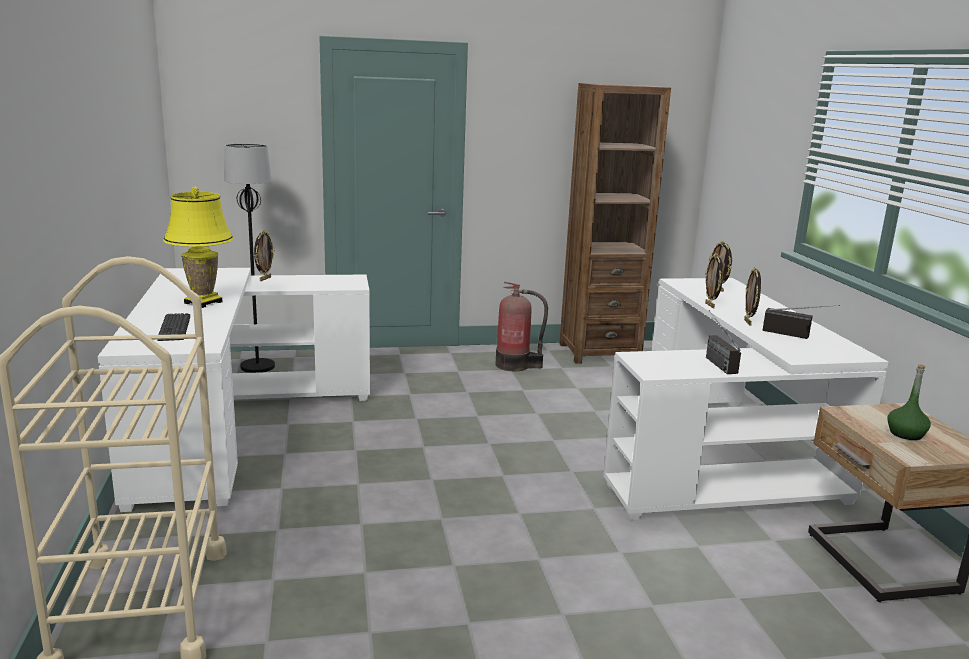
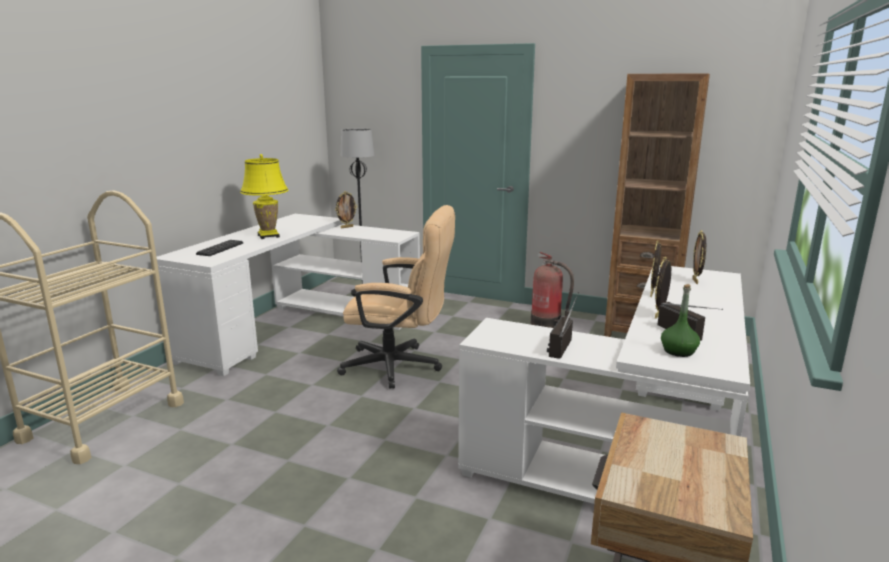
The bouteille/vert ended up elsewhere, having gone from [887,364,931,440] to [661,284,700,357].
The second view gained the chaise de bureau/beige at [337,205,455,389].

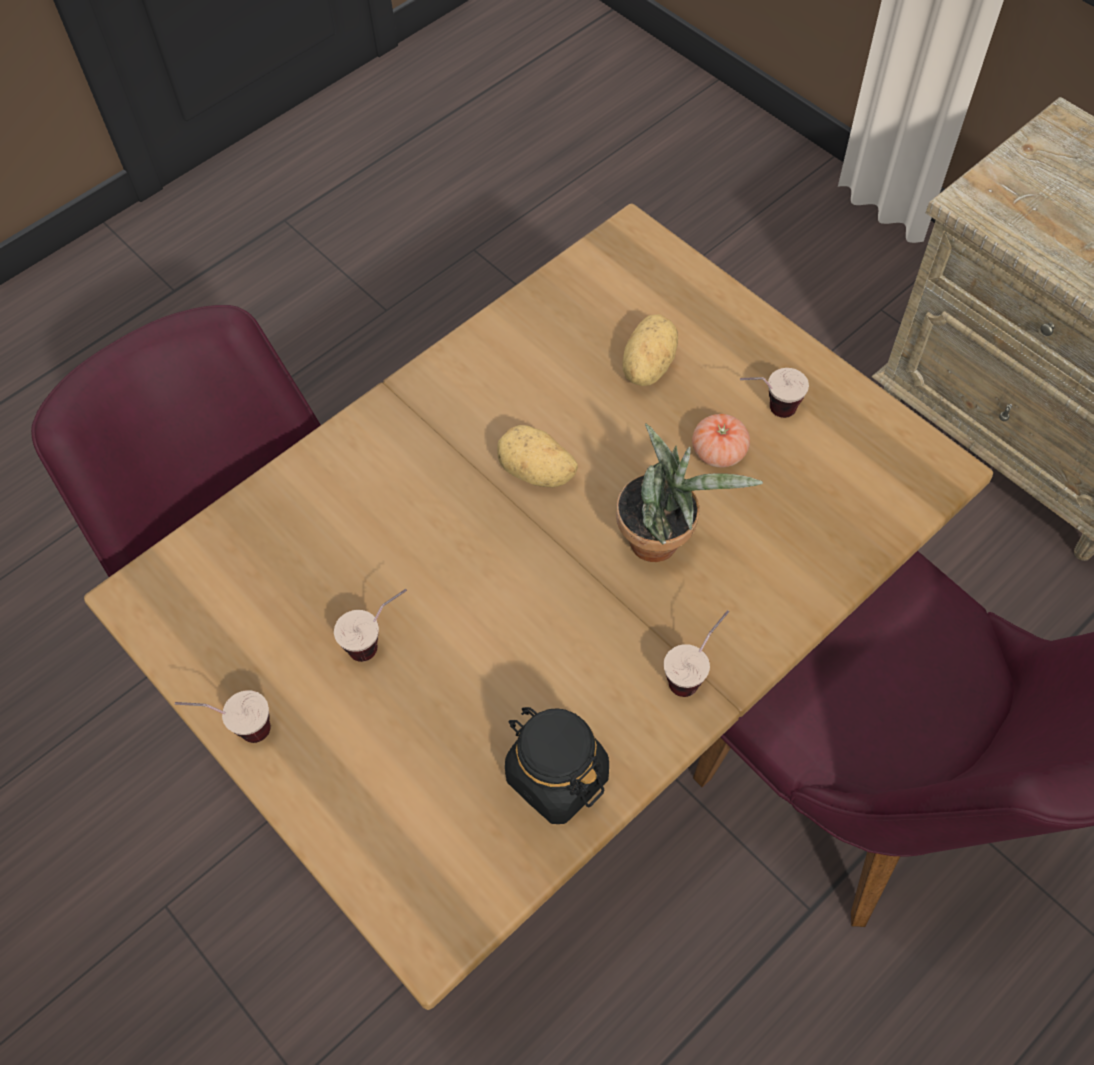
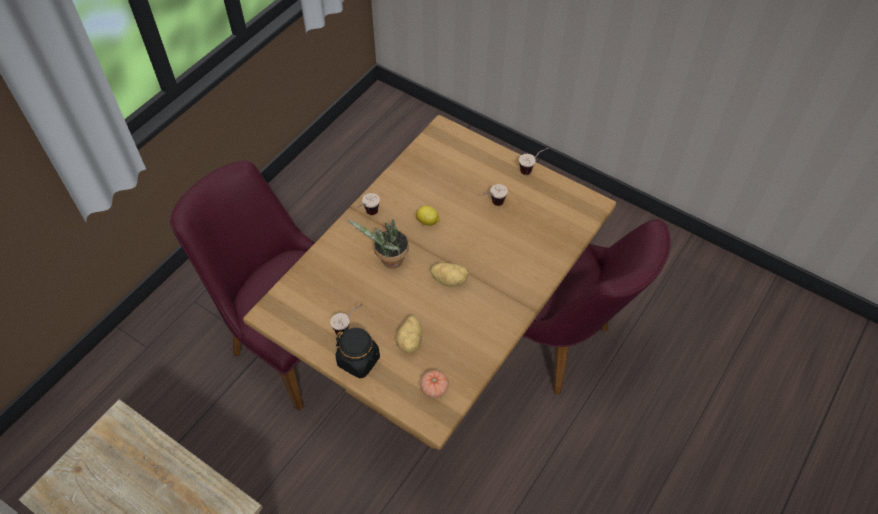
The bocal/noir ended up elsewhere, having gone from [505,707,609,824] to [336,328,380,378].
The tomate ended up elsewhere, having gone from [692,414,750,468] to [420,370,449,398].
The second view gained the citron at [416,206,440,226].

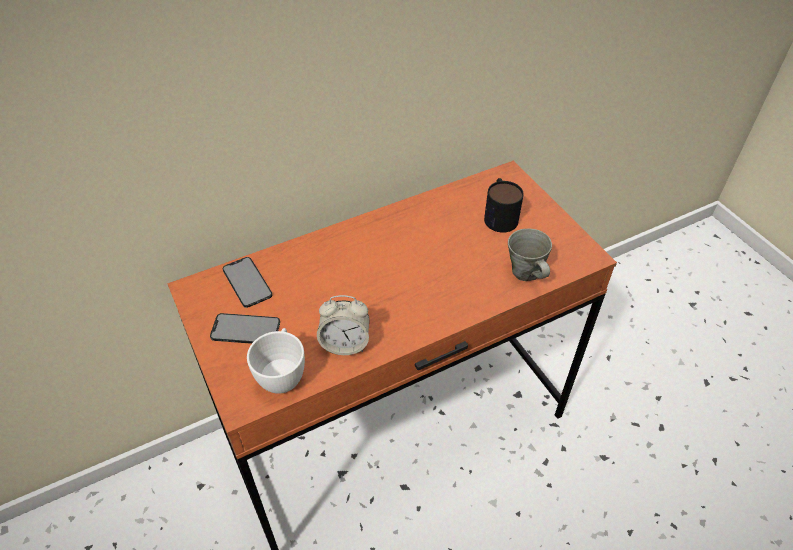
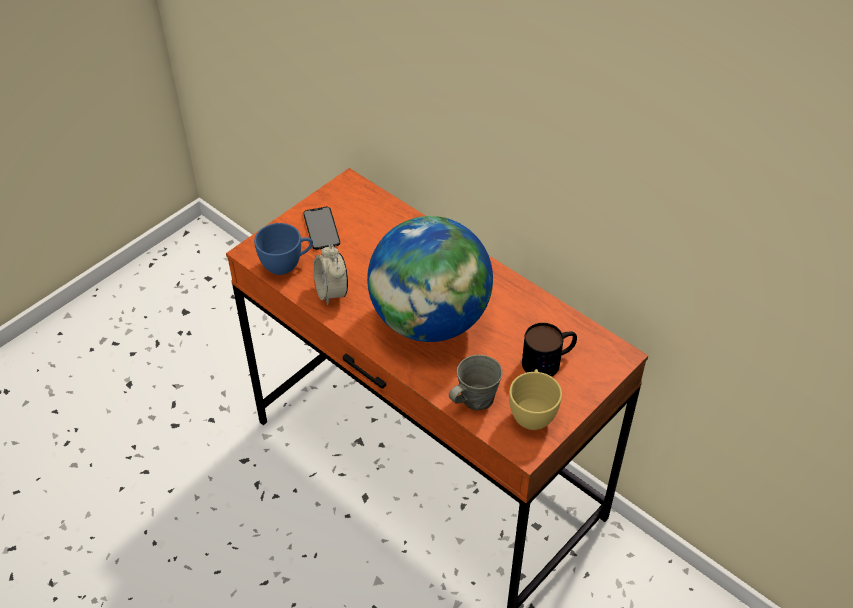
The second view lost the téléphone at [223,257,272,308].
What was the tasse/blanc at [247,328,305,394] turned into the tasse/bleu at [254,223,313,275].
The second view gained the globe at [367,216,493,342].
The second view gained the tasse/jaune at [509,369,562,430].

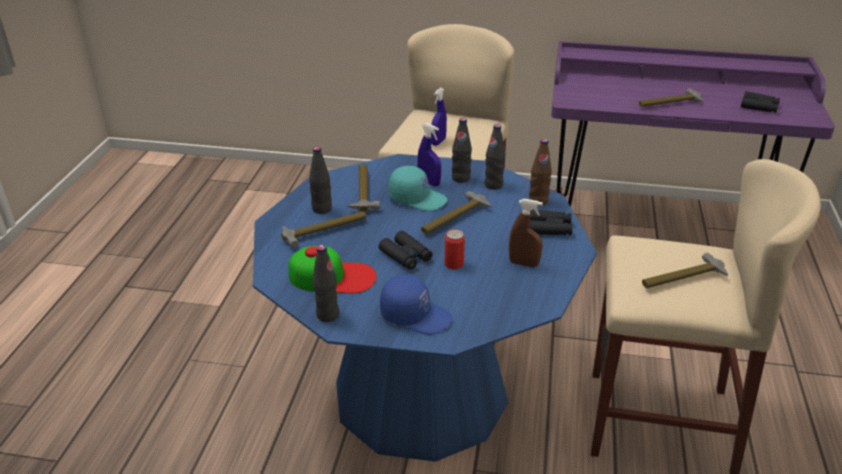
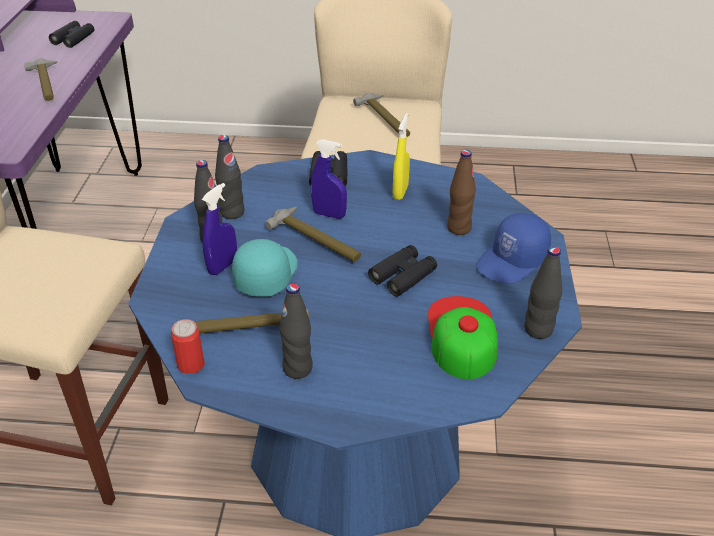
The second view lost the marteau at [281,211,366,247].
The casquette/bleu at [380,275,452,335] ended up facing another way, 150 degrees counterclockwise from before.
The vaporisateur/bleu ended up elsewhere, having gone from [431,88,447,146] to [311,139,347,219].
The boîte métallique ended up elsewhere, having gone from [445,229,465,270] to [171,319,205,374].
What was the vaporisateur/marron at [509,199,543,267] turned into the vaporisateur/jaune at [393,113,410,200].
The bouteille/marron ended up elsewhere, having gone from [529,139,552,206] to [447,150,476,235].

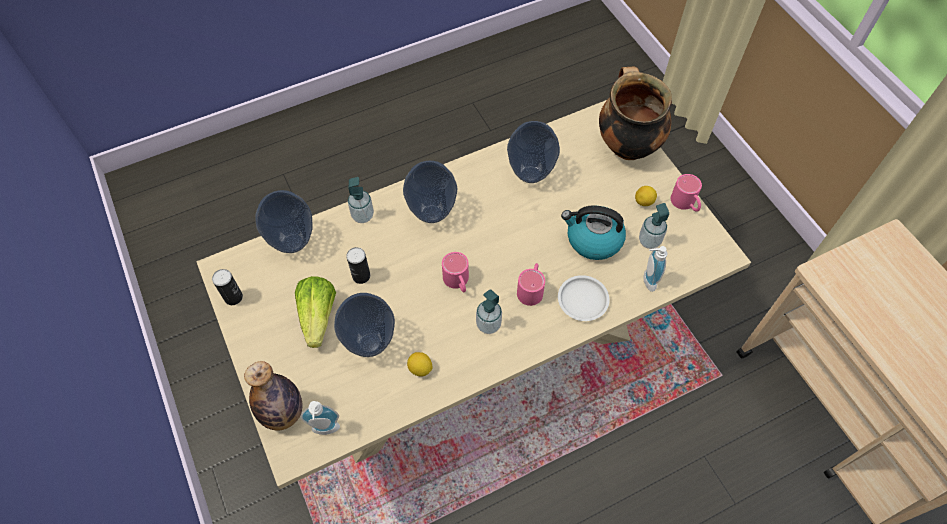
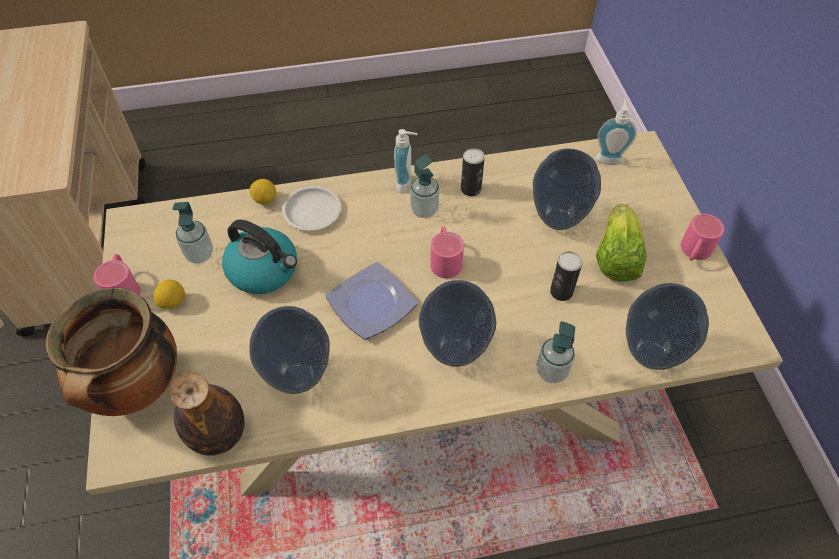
The boîte métallique ended up elsewhere, having gone from [212,269,243,305] to [461,148,485,196].
The bouteille ended up elsewhere, having gone from [244,361,302,431] to [169,372,245,456].
The citron ended up elsewhere, having gone from [407,352,432,377] to [250,179,276,204].
The mug/rose ended up elsewhere, having gone from [517,263,545,306] to [681,214,724,261].
The distributeur de savon ended up elsewhere, having gone from [644,246,667,292] to [394,129,418,193].
The second view gained the assiette at [325,262,418,340].

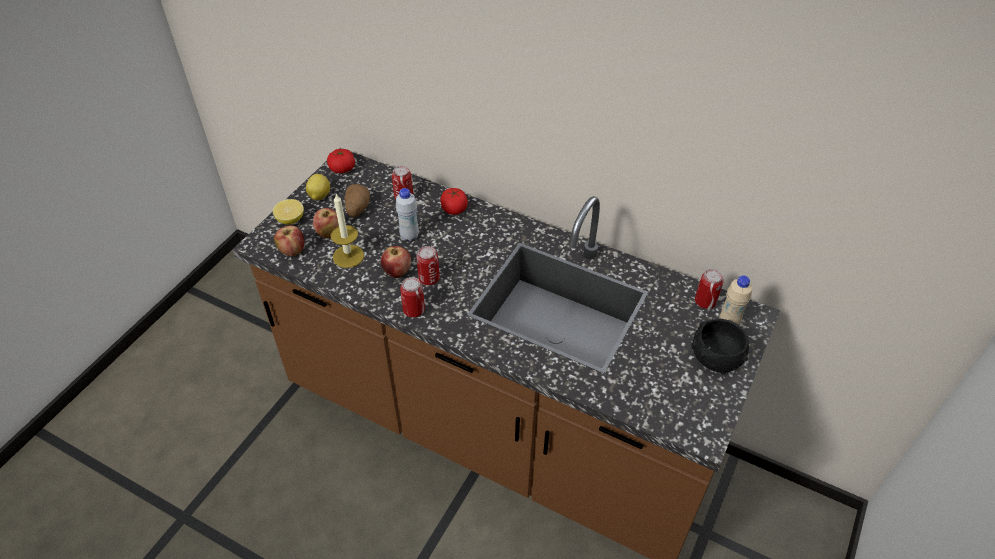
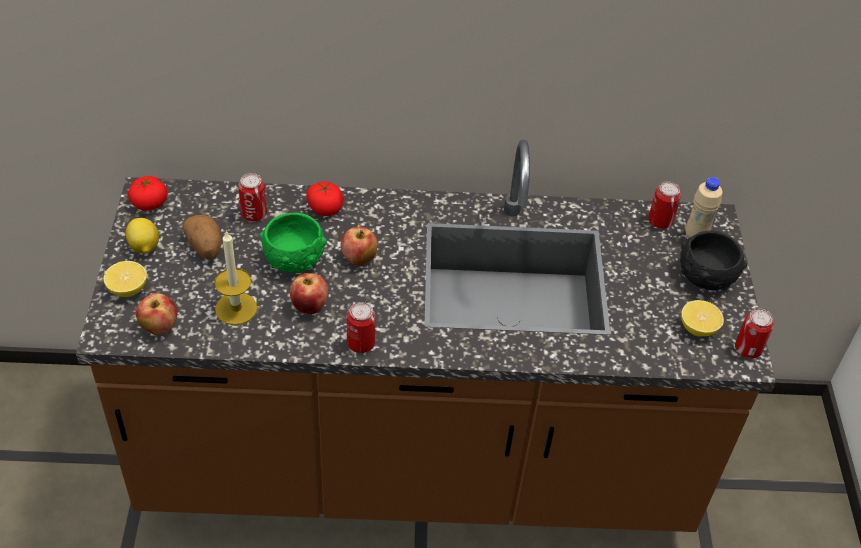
The pomme ended up elsewhere, having gone from [313,208,339,238] to [341,227,378,266].
Where the bouteille/blanc stood at [396,188,419,241], the bol/vert came to stand at [259,212,327,273].
The boîte métallique ended up elsewhere, having gone from [416,246,440,285] to [735,308,774,358].
The second view gained the citron at [681,300,724,336].

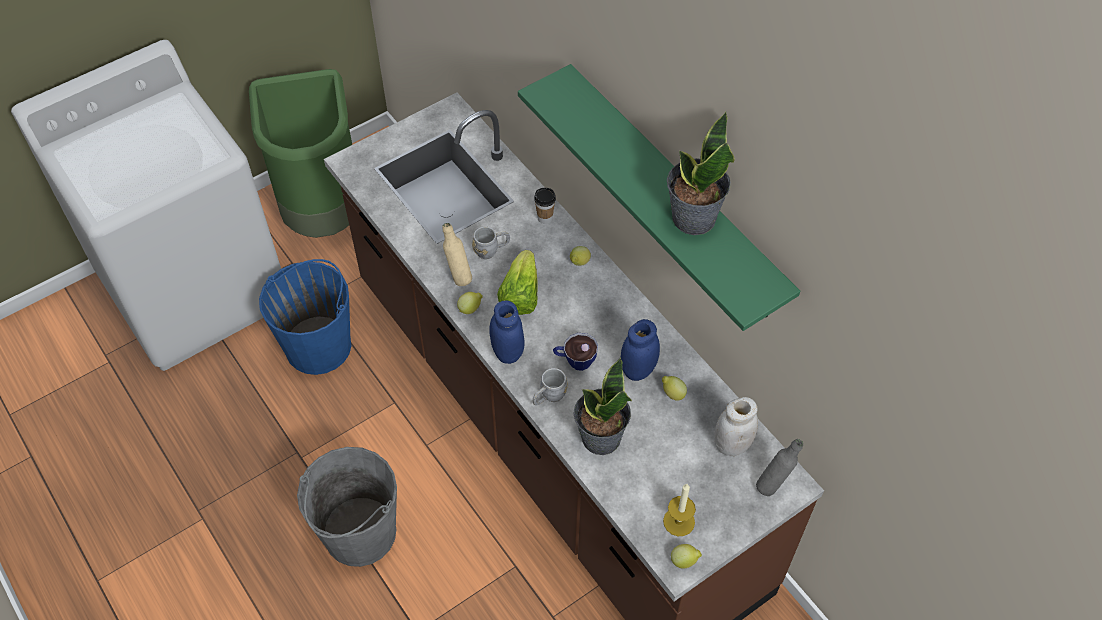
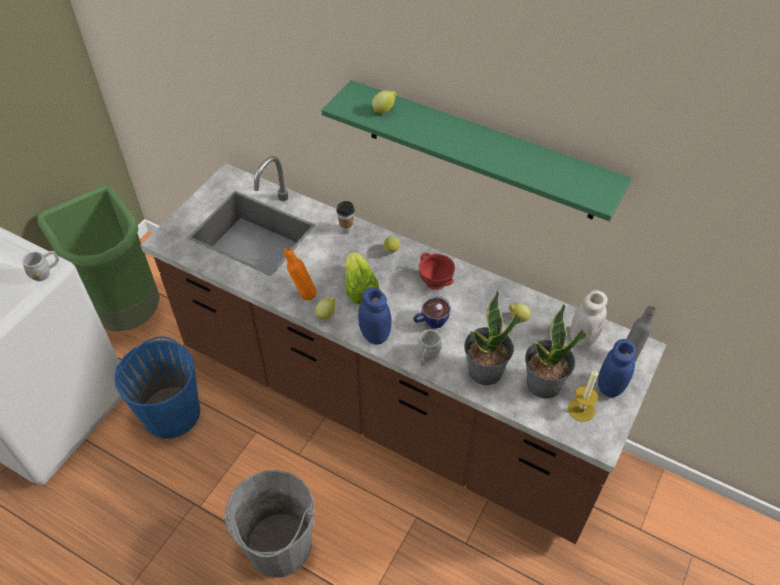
What was the bouteille/beige at [442,223,472,286] turned into the bouteille/orange at [284,247,317,300].
The mug/gris ended up elsewhere, having gone from [472,226,510,259] to [22,251,59,281].
The bocal/bleu ended up elsewhere, having gone from [621,319,660,381] to [598,339,636,397].
The plante en pot ended up elsewhere, having gone from [667,112,735,235] to [525,304,586,399].
The citron ended up elsewhere, having gone from [671,544,702,569] to [372,91,397,114].
The second view gained the bol/rouge at [419,253,455,290].

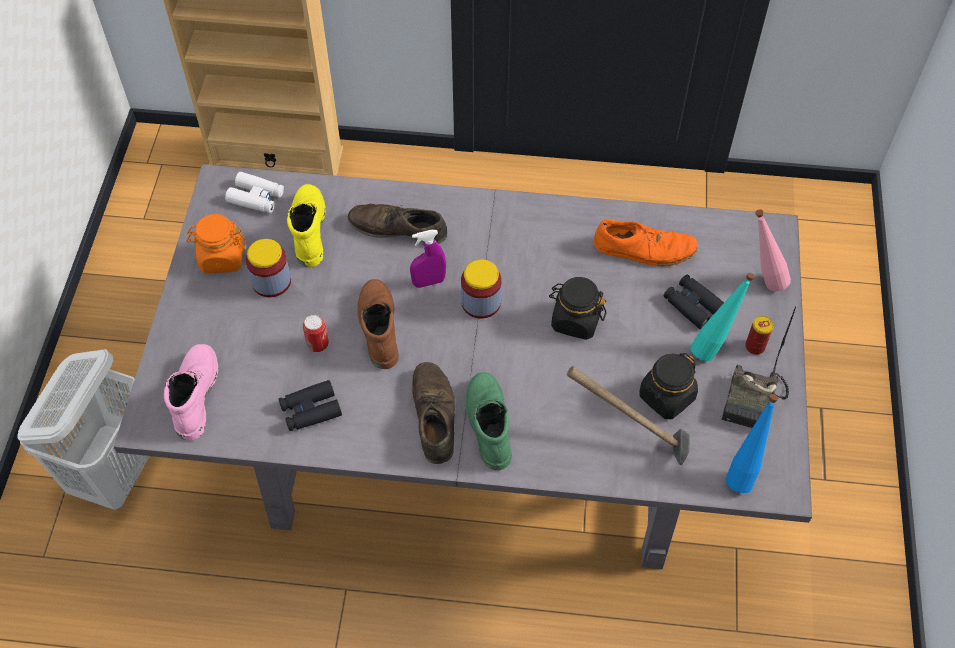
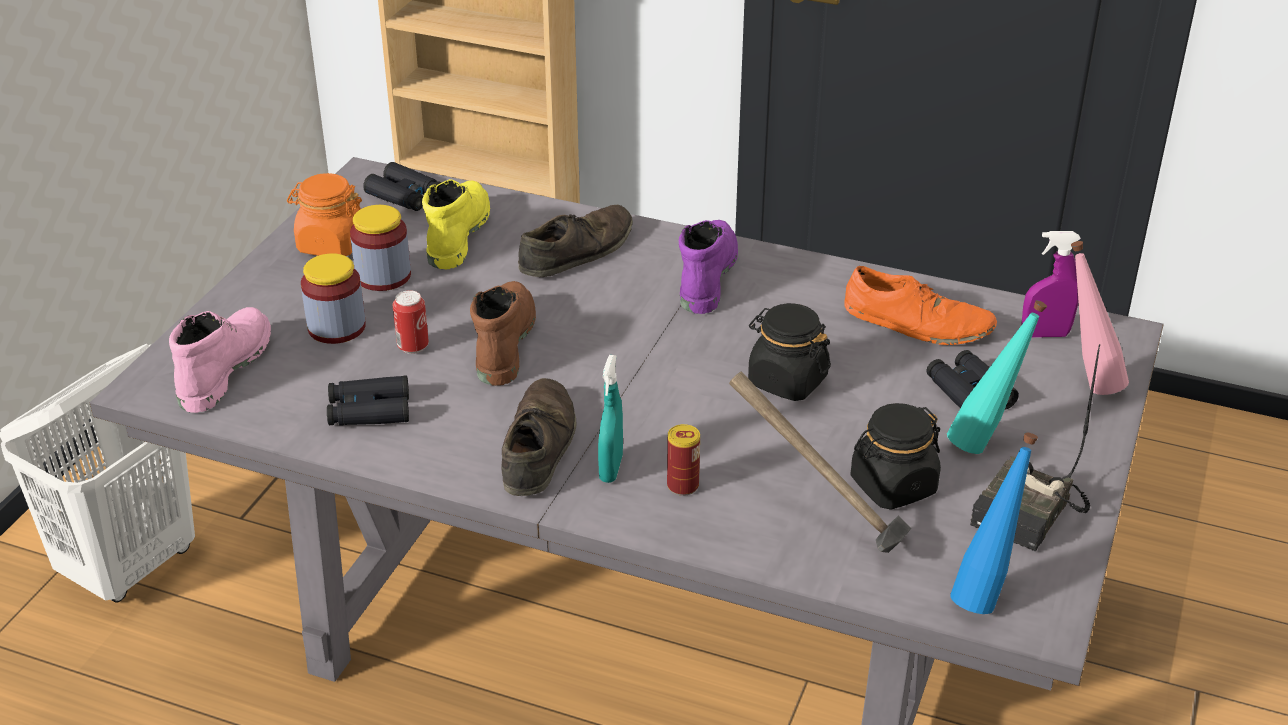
What was the jumelles/blanc at [225,172,284,213] turned into the jumelles/noir at [363,162,441,211].
The chaussure/marron at [348,204,447,244] ended up facing another way, 105 degrees clockwise from before.
The vaporisateur/violet ended up elsewhere, having gone from [410,230,446,288] to [1021,231,1081,338].
The bocal ended up elsewhere, having gone from [461,260,502,318] to [301,253,366,344].
Where the botte/vert stood at [465,372,512,470], the vaporisateur/turquoise came to stand at [598,355,623,483].
The boîte métallique ended up elsewhere, having gone from [745,316,774,355] to [667,424,700,496].
The second view gained the botte/violet at [679,220,738,314].

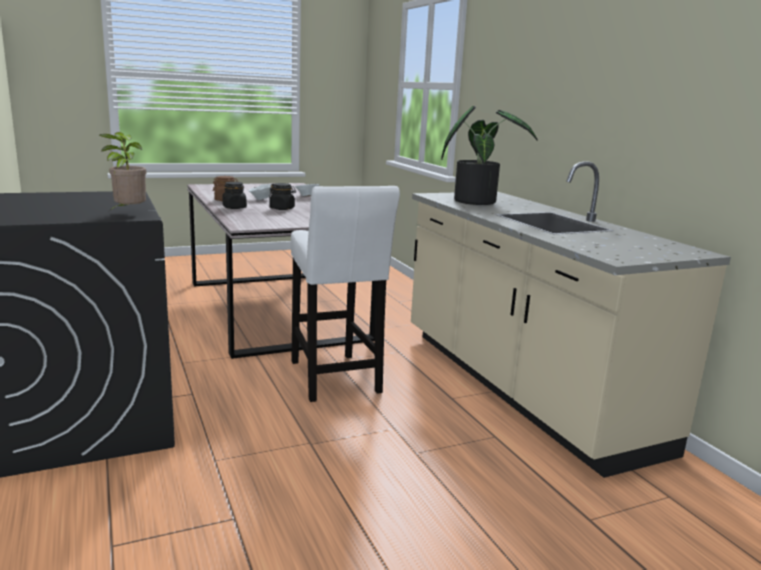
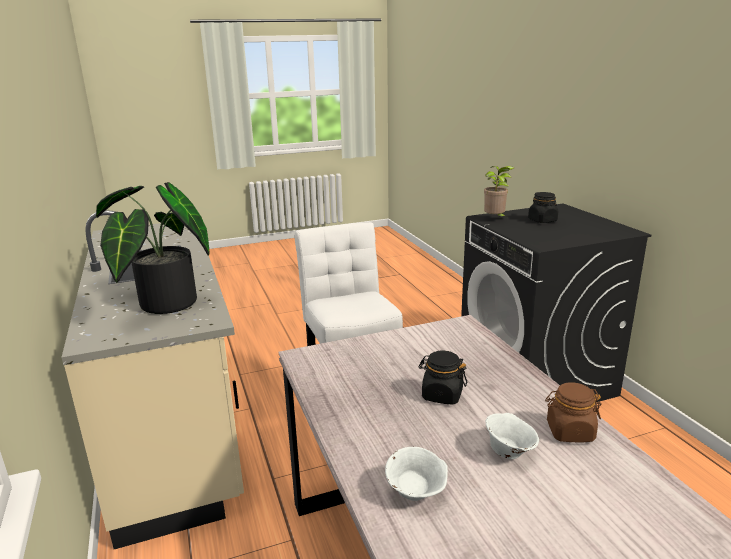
The bocal/noir ended up elsewhere, having gone from [222,182,247,209] to [528,192,558,223].

